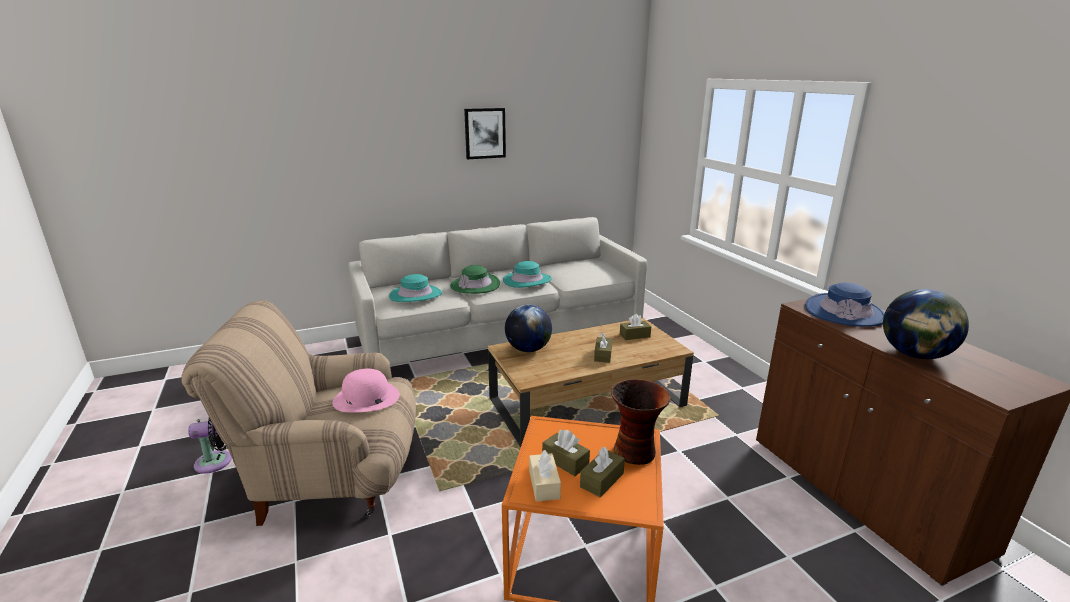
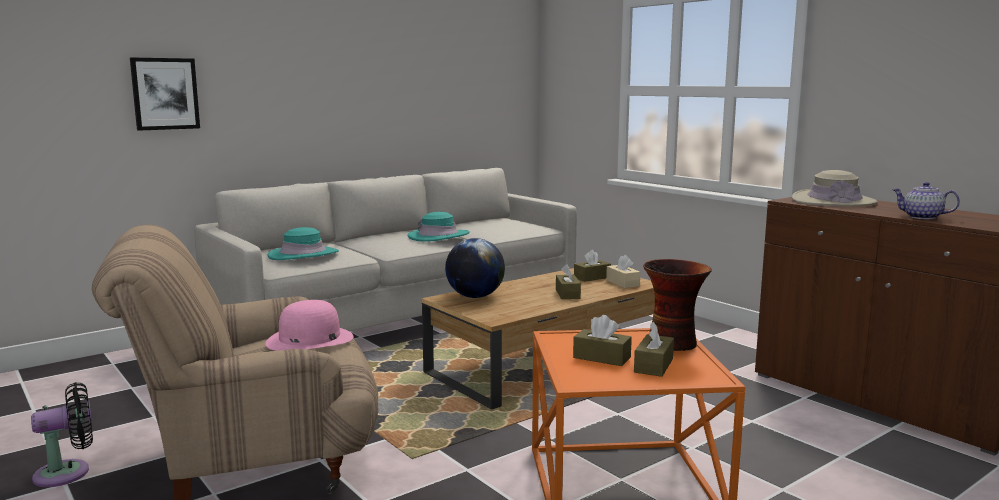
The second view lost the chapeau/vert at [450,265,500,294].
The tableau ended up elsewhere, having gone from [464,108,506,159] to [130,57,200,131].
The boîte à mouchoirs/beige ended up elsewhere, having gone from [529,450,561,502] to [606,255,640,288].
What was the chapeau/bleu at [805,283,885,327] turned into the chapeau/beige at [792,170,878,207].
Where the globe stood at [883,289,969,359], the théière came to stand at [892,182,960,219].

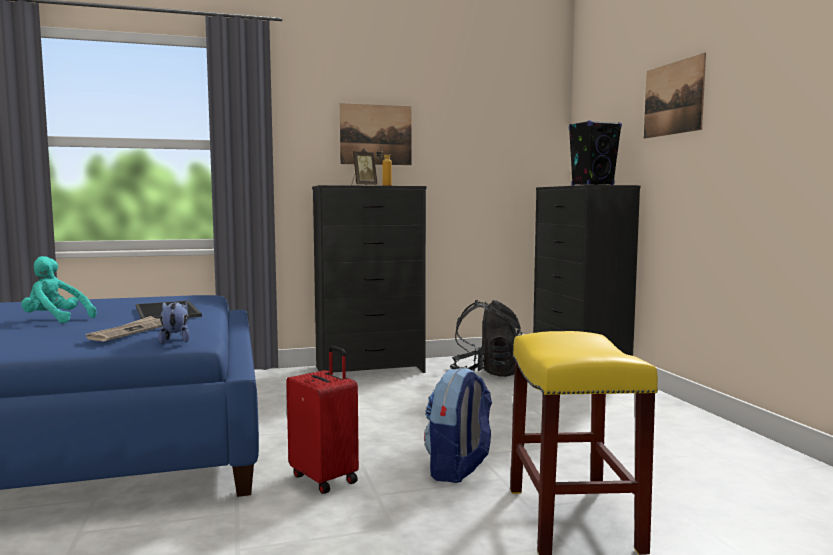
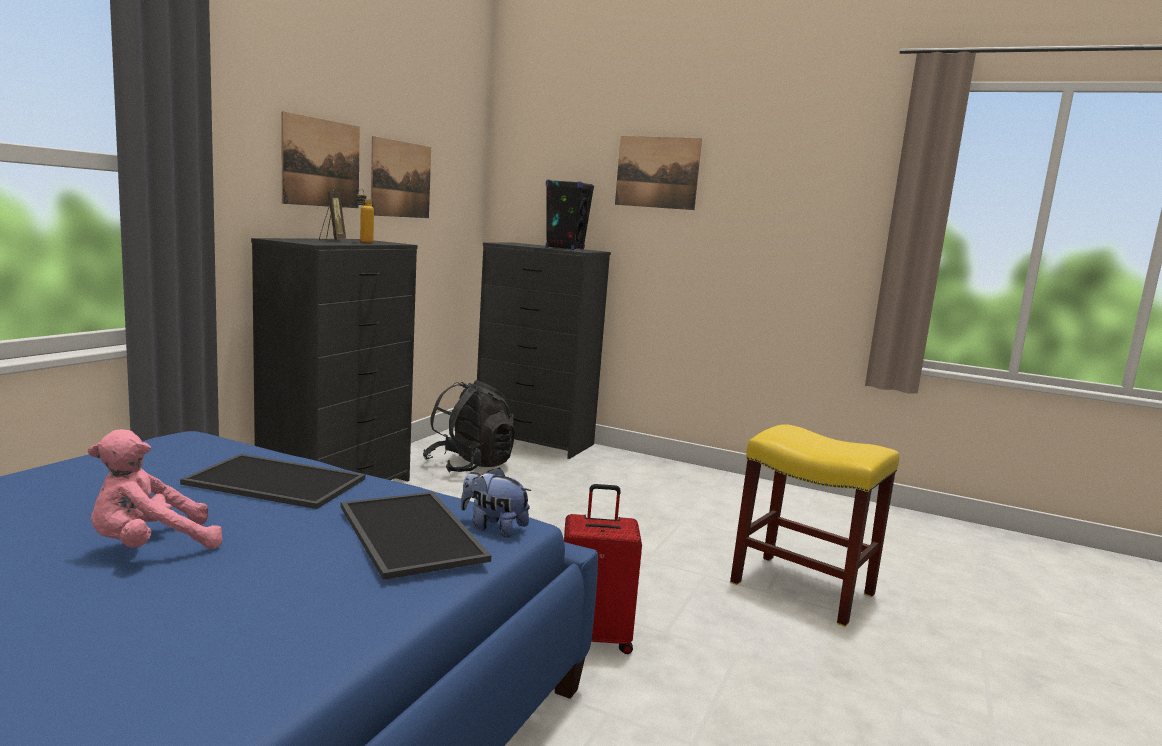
What was the peluche/turquoise at [21,256,96,323] turned into the peluche/rose at [88,429,223,549].
Where the journal stood at [85,316,162,341], the plateau came to stand at [341,492,491,580].
The second view lost the sac à dos at [424,367,492,483].
The second view gained the tableau at [371,136,431,218].

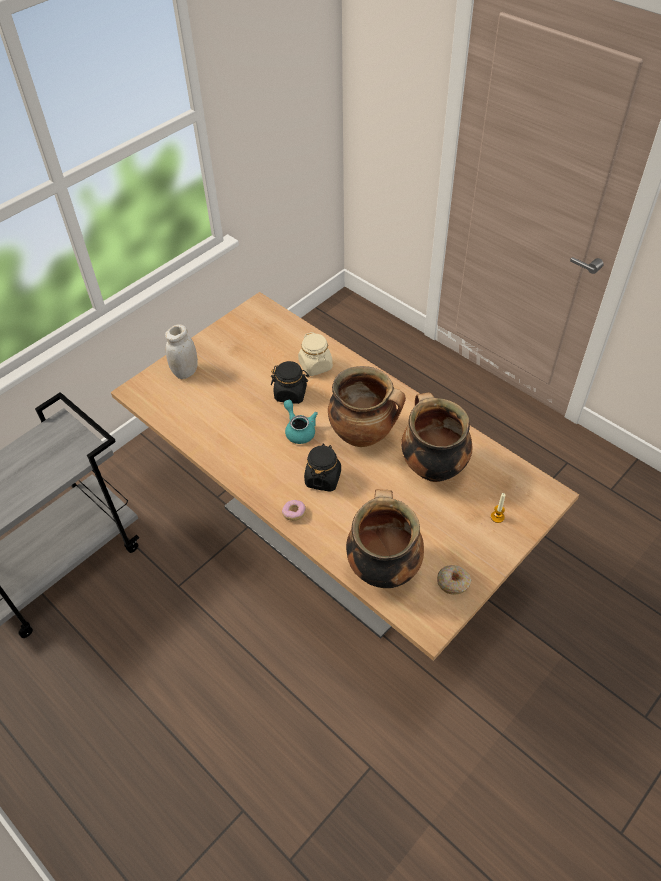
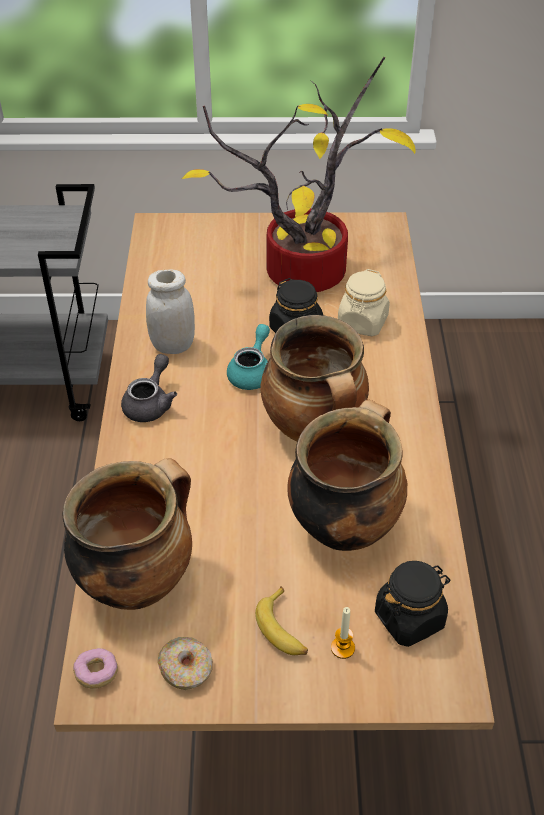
The bocal/blanc ended up elsewhere, having gone from [165,324,198,379] to [146,269,195,354].
The beignet ended up elsewhere, having gone from [282,500,306,521] to [73,648,118,689].
The bocal/noir ended up elsewhere, having gone from [304,444,341,492] to [375,561,450,647].
The second view gained the théière/gris at [121,354,177,422].
The second view gained the plante en pot at [182,57,415,292].
The second view gained the banane at [255,586,308,655].

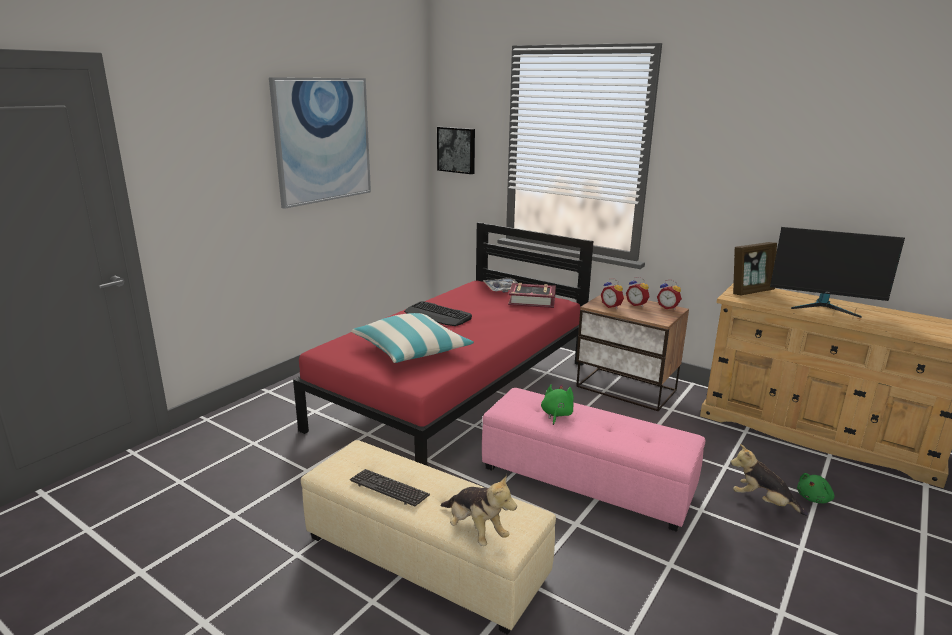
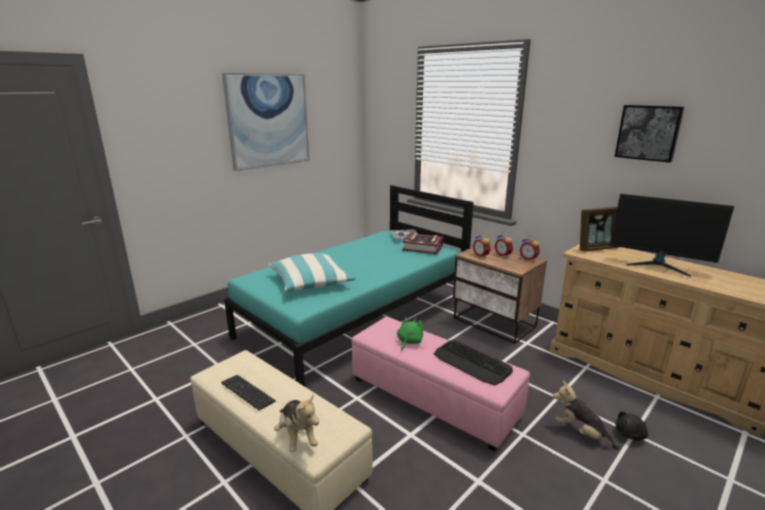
What was the lit/rouge at [293,222,593,466] turned into the lit/turquoise at [224,185,474,386].
The clavier ended up elsewhere, having gone from [404,301,472,326] to [434,340,513,385].
The tableau ended up elsewhere, having gone from [437,127,475,174] to [615,105,684,163].
What was the peluche/vert at [797,473,834,503] turned into the peluche/noir at [615,411,648,441].

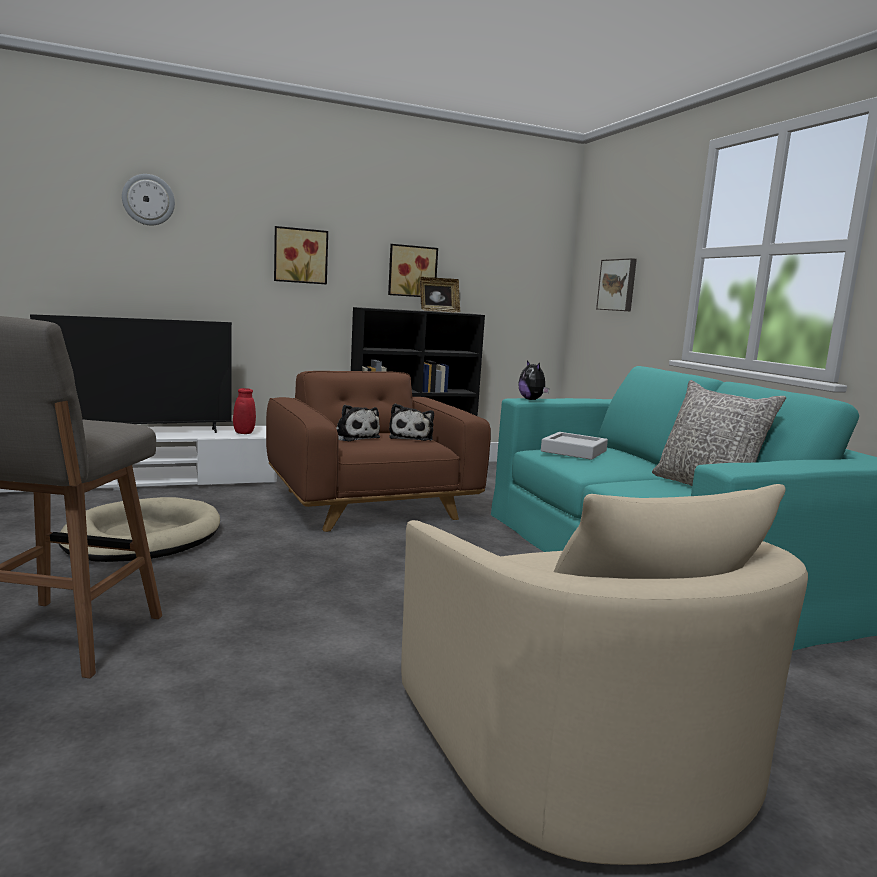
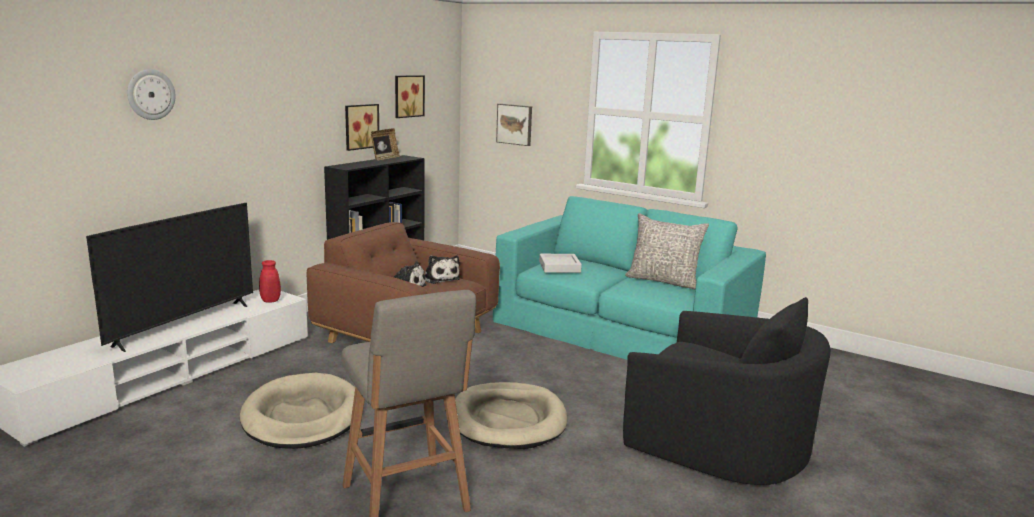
The tableau ended up elsewhere, having gone from [274,226,328,284] to [395,75,425,118].
What was the fauteuil/beige at [401,484,808,865] turned into the fauteuil/noir at [623,297,831,485].
The second view lost the peluche at [518,361,549,400].
The second view gained the panier pour chien/beige at [455,382,567,449].

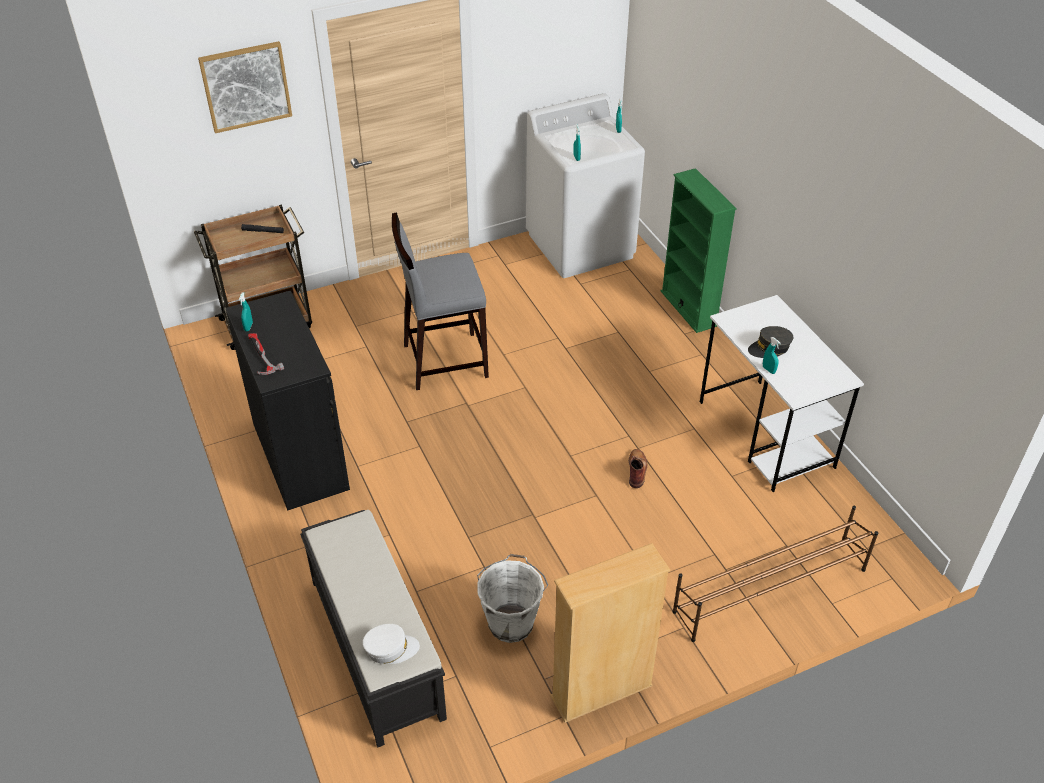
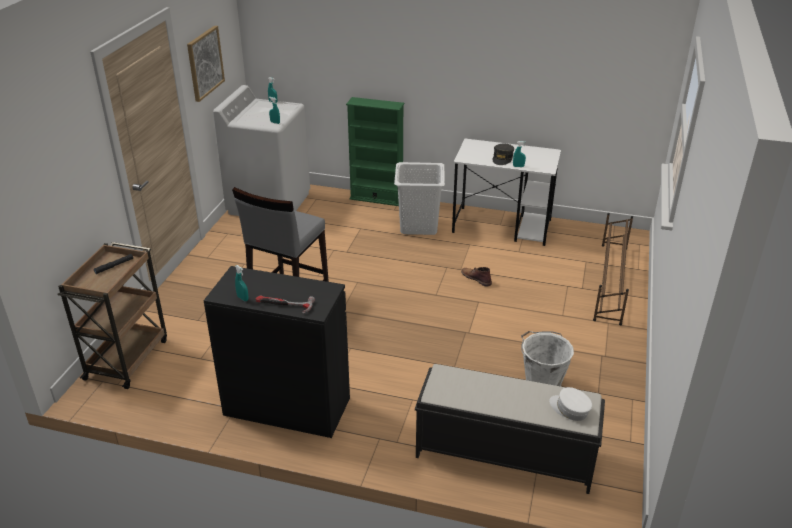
The tableau ended up elsewhere, having gone from [198,41,292,133] to [187,26,225,102].
The casquette/blanc at [363,624,420,664] ended up facing another way, 75 degrees counterclockwise from before.
The second view lost the bibliothèque/beige at [550,543,670,723].
The second view gained the panier à linge/blanc at [394,162,445,235].

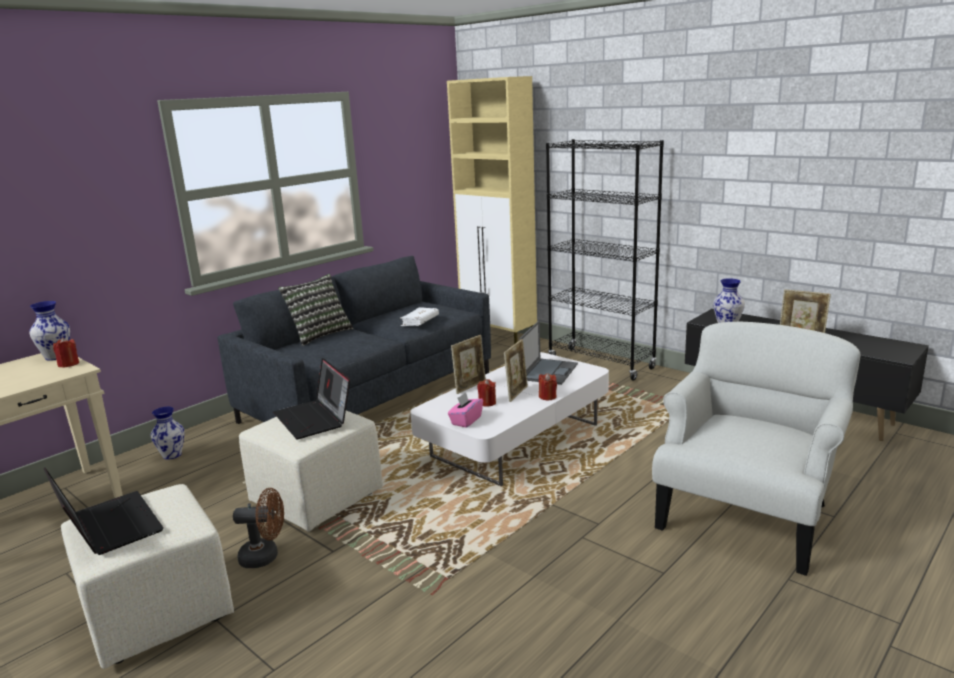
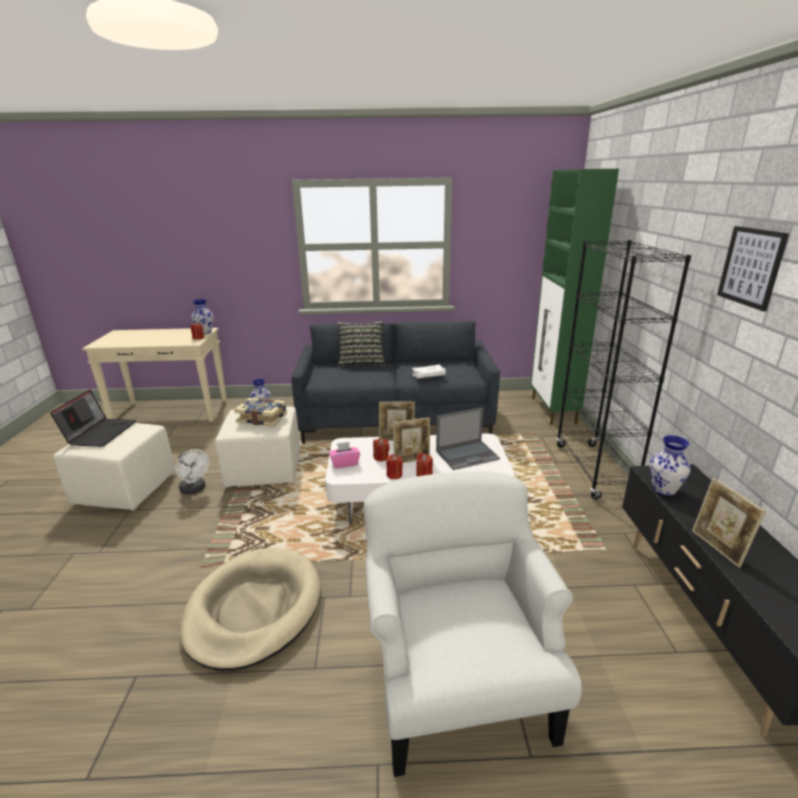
What was the ventilateur/marron at [233,488,284,568] turned into the ventilateur/blanc at [175,449,209,495].
Where the ordinateur portable stood at [273,358,350,439], the livre came to stand at [234,398,287,427].
What was the meuble de rangement/beige at [447,76,537,344] turned into the meuble de rangement/vert at [531,169,619,425].
The fauteuil/blanc at [652,322,860,576] ended up facing another way, 90 degrees counterclockwise from before.
The second view gained the panier pour chien/beige at [180,548,320,671].
The second view gained the bougie/rouge at [386,454,403,479].
The second view gained the tableau at [717,226,789,312].

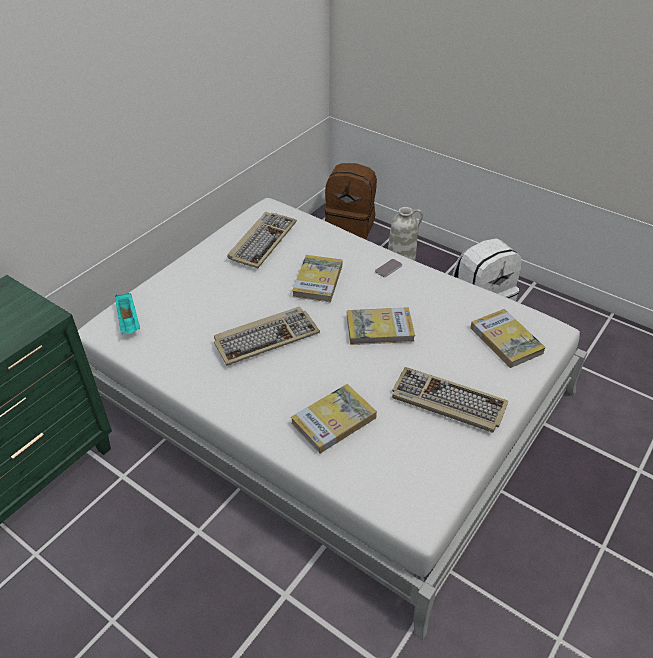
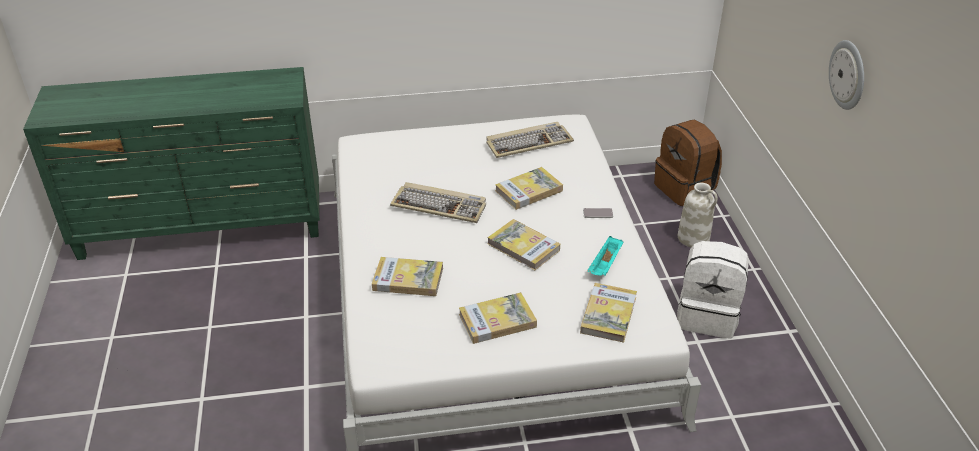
The plateau/turquoise ended up elsewhere, having gone from [115,293,140,334] to [587,236,623,276].
Where the clavier stood at [392,367,508,433], the livre came to stand at [459,292,537,344].
The second view gained the horloge murale at [829,40,864,110].

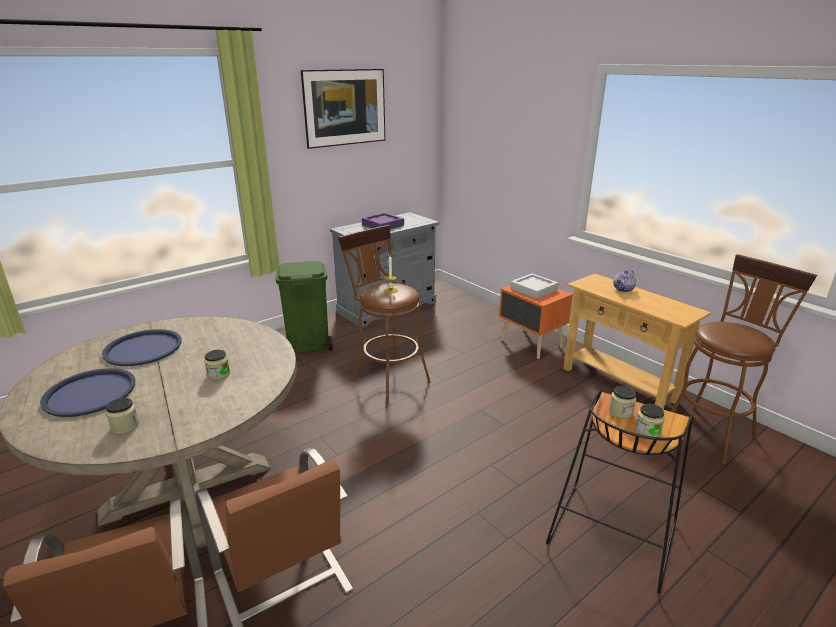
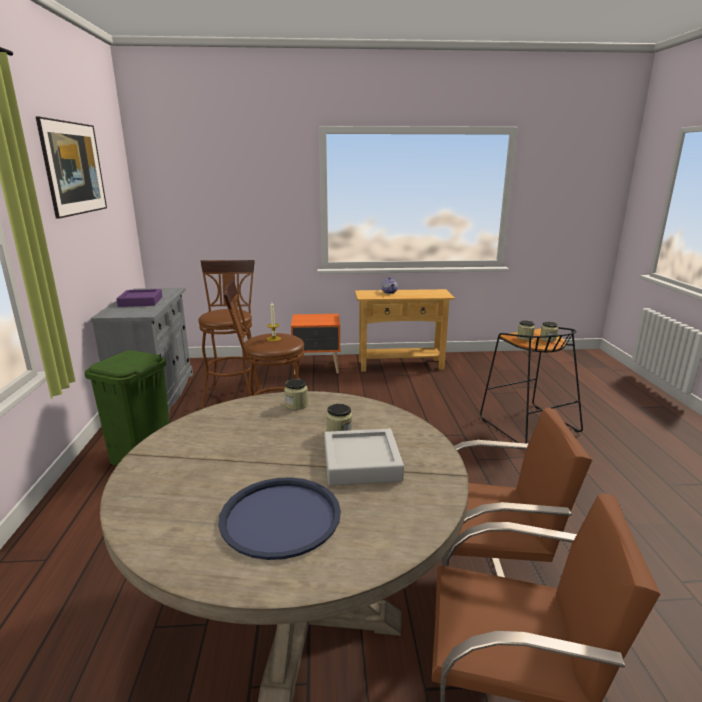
The second view lost the plateau/bleu at [102,329,182,366].
The bocal ended up elsewhere, having gone from [106,398,139,434] to [284,379,308,410].
The plateau/gris ended up elsewhere, having gone from [510,274,559,299] to [324,429,404,485].
The tabouret/marron ended up elsewhere, having gone from [670,254,817,464] to [198,260,261,409].

